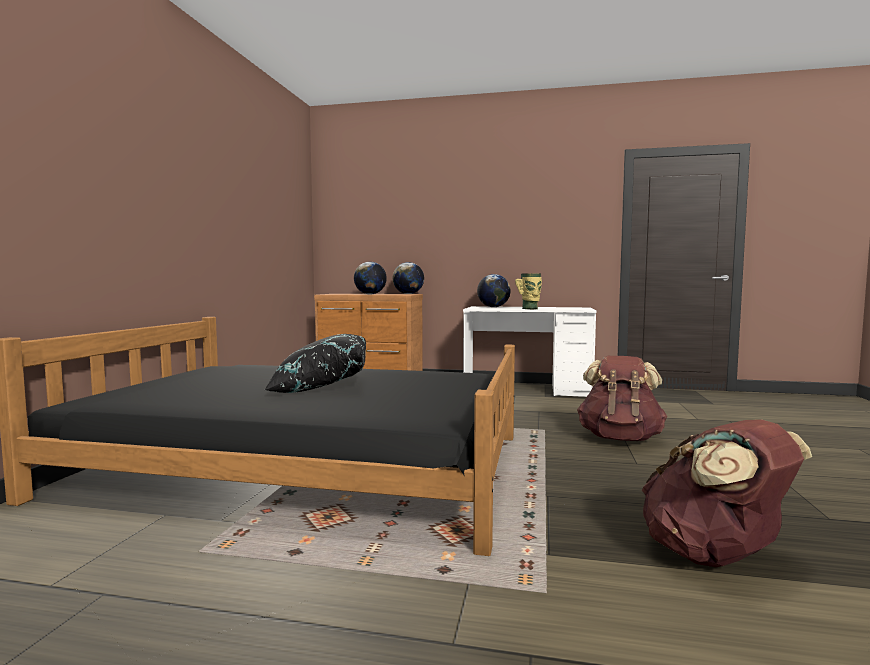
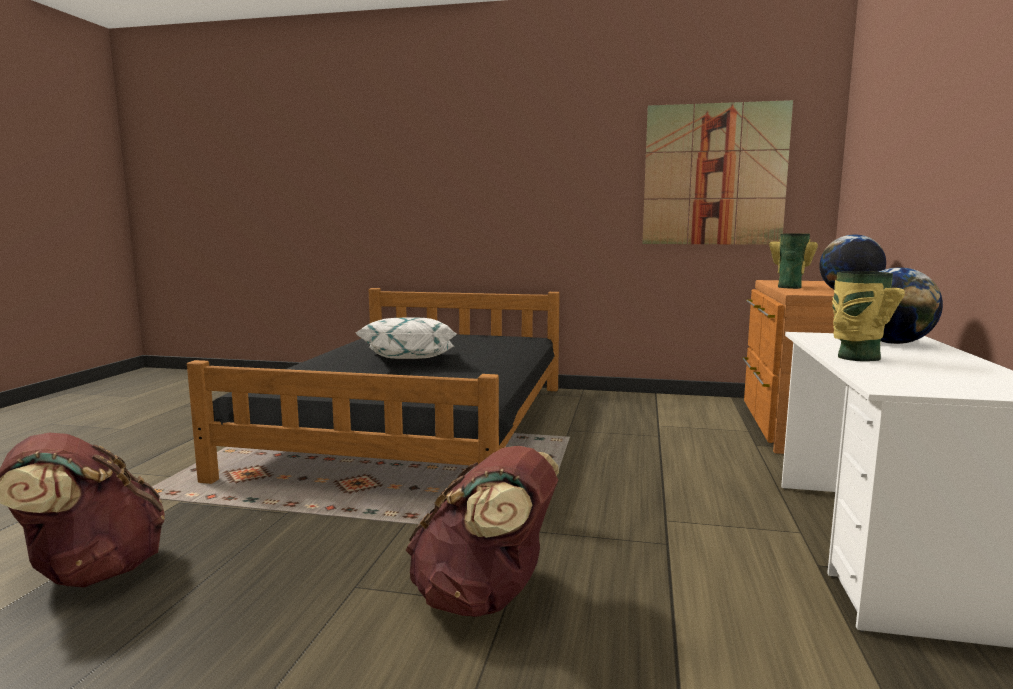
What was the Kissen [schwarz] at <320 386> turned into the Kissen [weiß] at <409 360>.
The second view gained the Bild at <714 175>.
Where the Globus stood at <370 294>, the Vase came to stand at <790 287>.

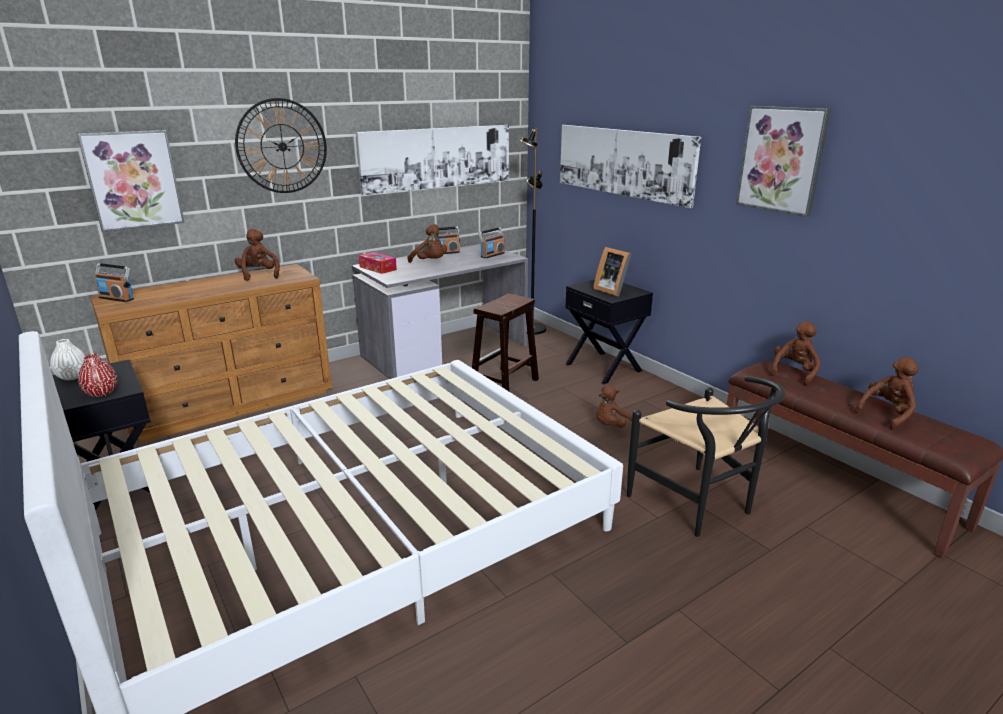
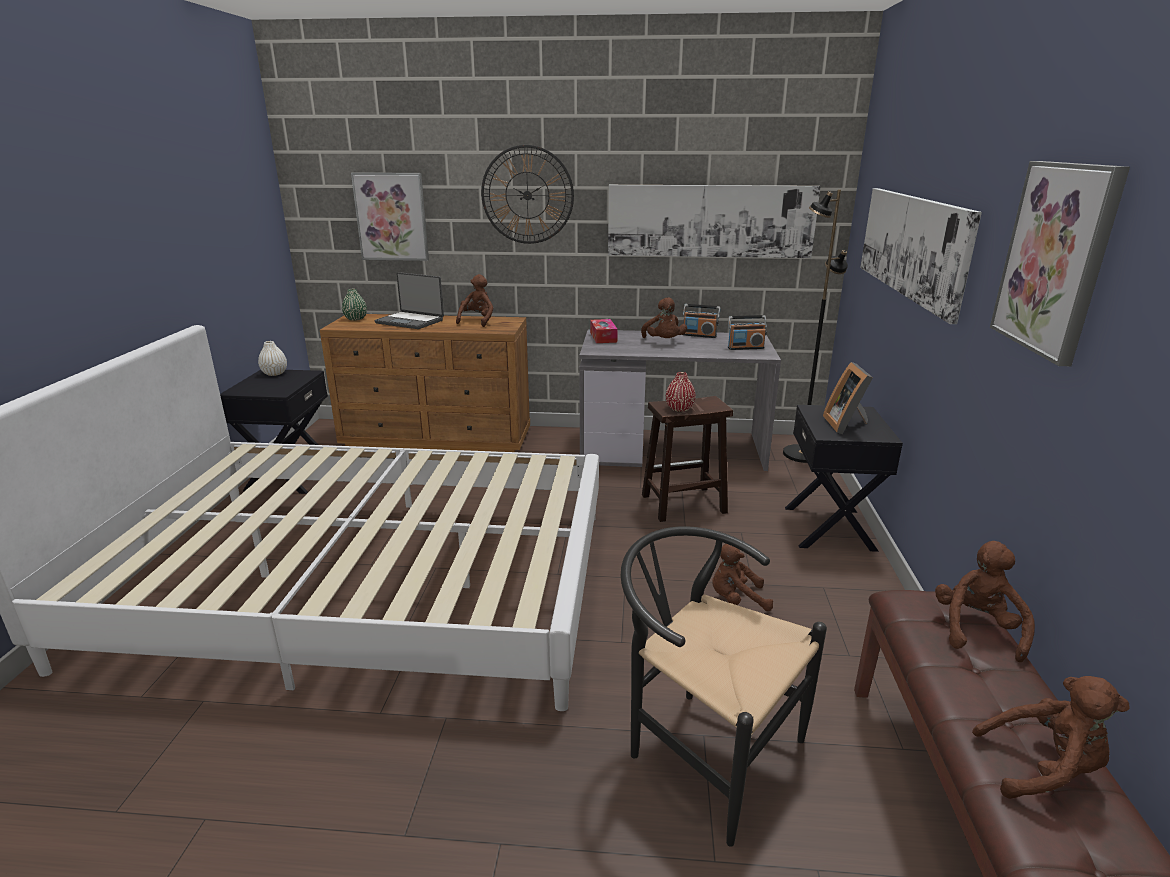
Where the Radio stood at <117 298>, the Vase [grün] came to stand at <355 319>.
The second view gained the Laptop at <410 321>.
The Stuhl [schwarz] at <698 506> ended up facing another way, 120 degrees clockwise from before.
The Vase [rot] ended up elsewhere, having gone from <101 393> to <679 408>.
The Plüschtier [braun] at <793 373> ended up facing another way, 60 degrees counterclockwise from before.

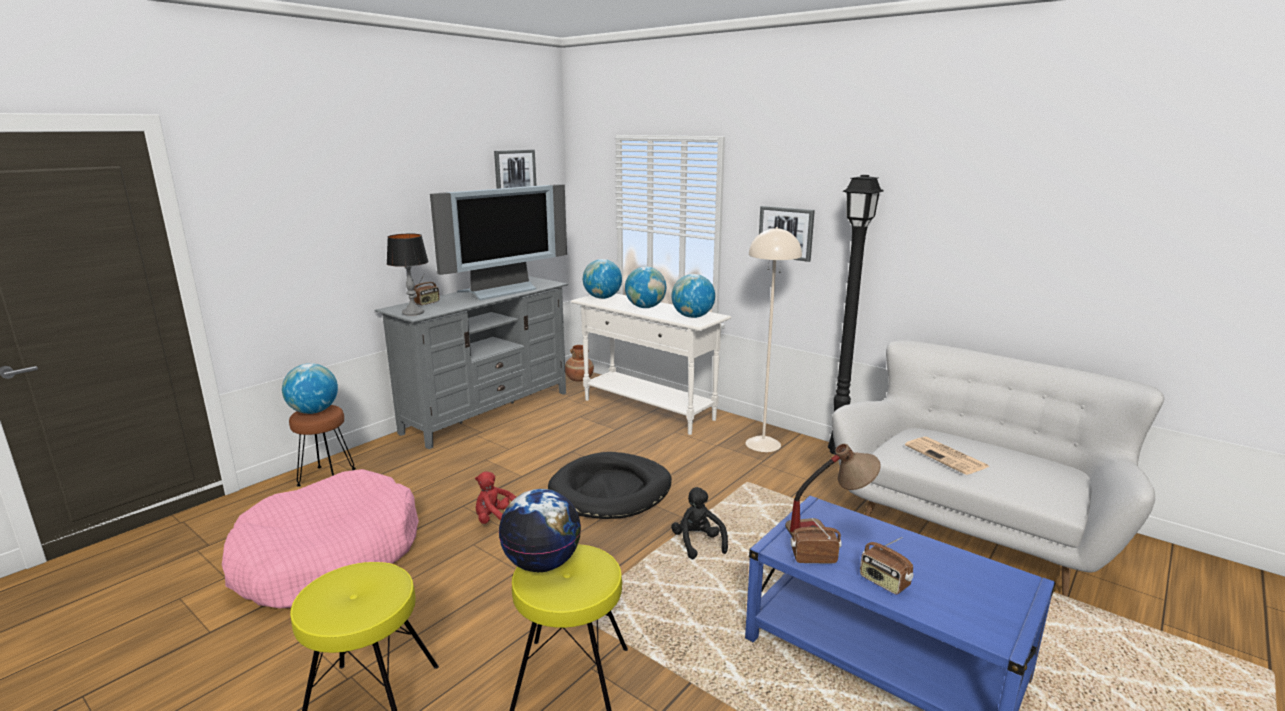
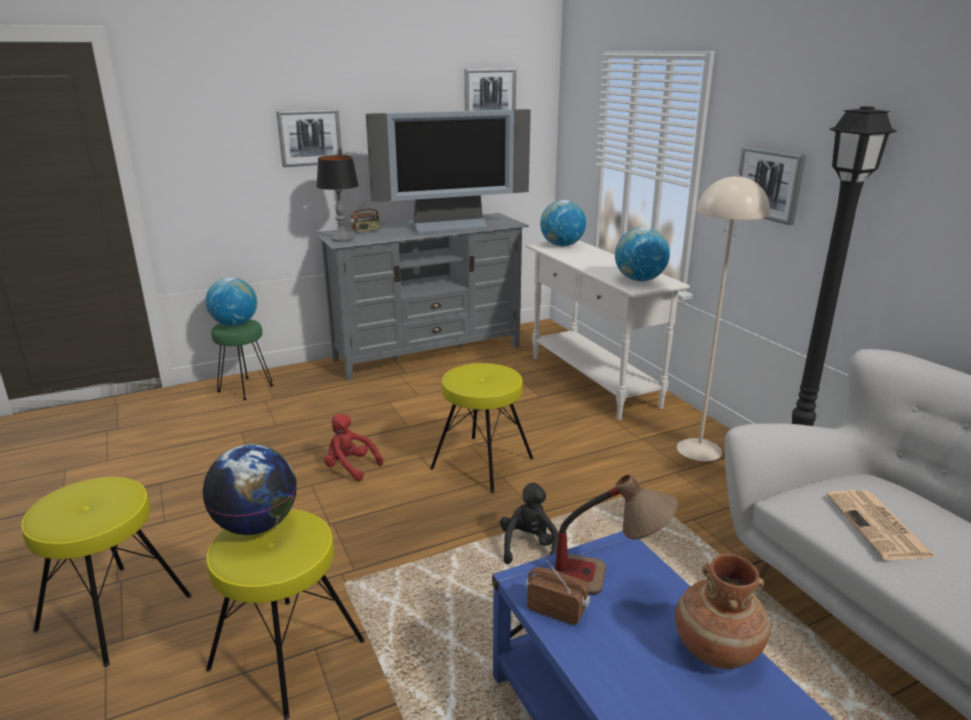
What was the Hocker [braun] at <326 477> turned into the Hocker [grün] at <245 388>.
The second view gained the Bild at <310 137>.
Where the Hundebett [schwarz] stood at <611 490>, the Hocker [gelb] came to stand at <483 463>.
The Vase [braun] ended up elsewhere, having gone from <579 379> to <716 648>.
The second view lost the Hundebett [rosa] at <328 557>.
The second view lost the Globus at <645 307>.
The second view lost the Radio at <883 582>.

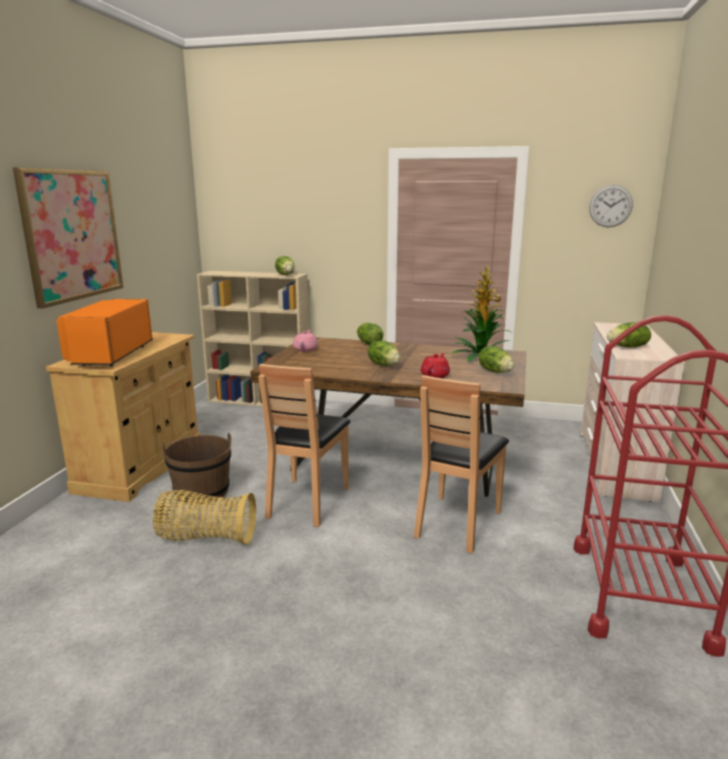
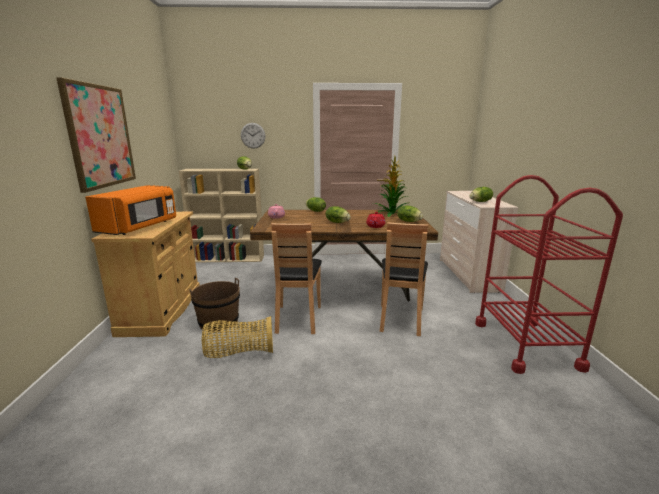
The Mikrowelle [orange] at <110 355> ended up facing another way, 150 degrees counterclockwise from before.
The Wanduhr ended up elsewhere, having gone from <610 206> to <253 135>.

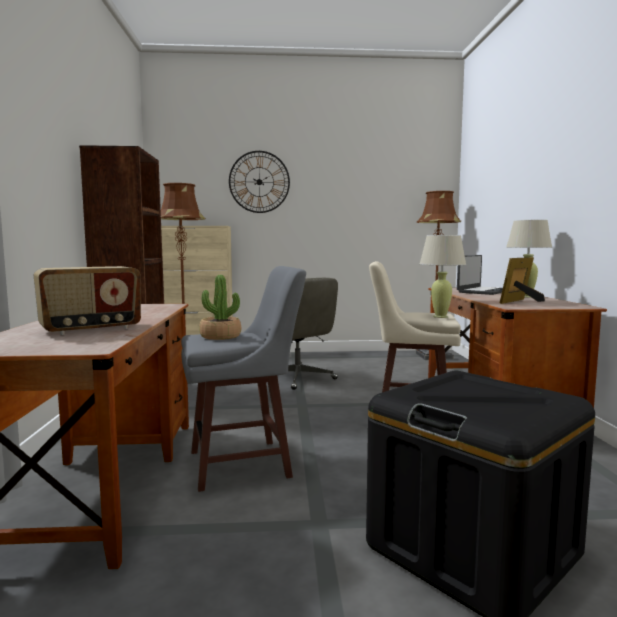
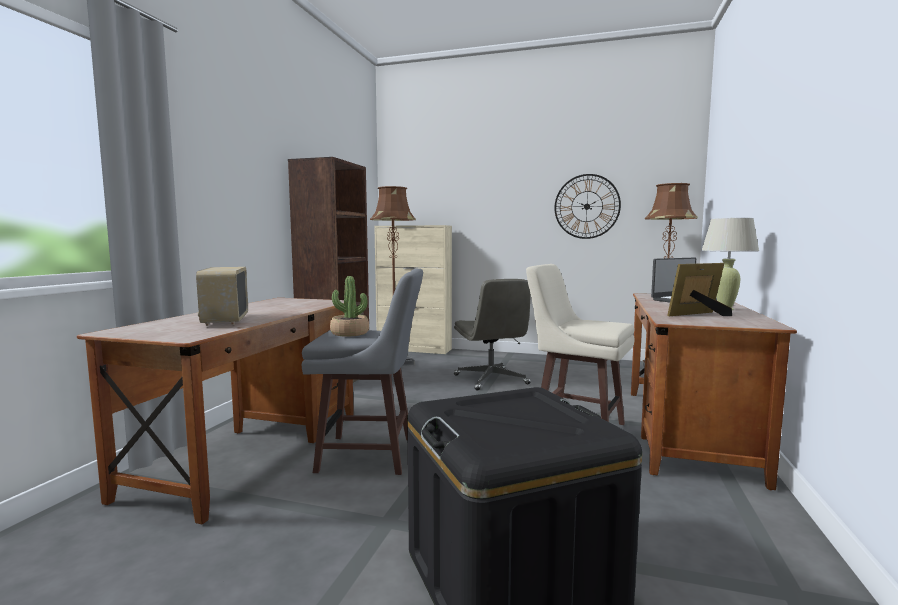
The Radio at <91 329> ended up facing another way, 90 degrees clockwise from before.
The Wanduhr ended up elsewhere, having gone from <259 182> to <587 206>.
The second view lost the Tischlampe [beige] at <440 316>.

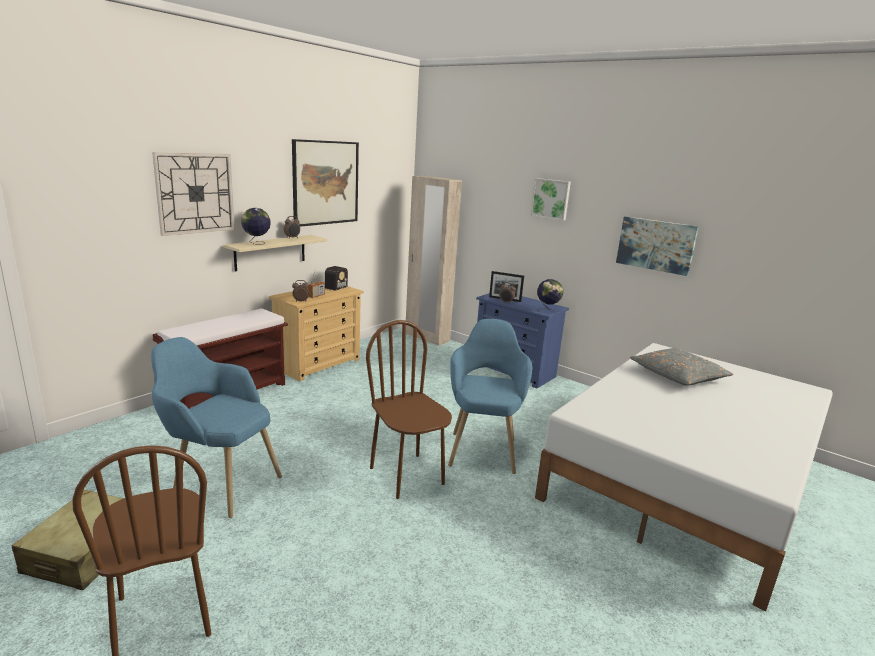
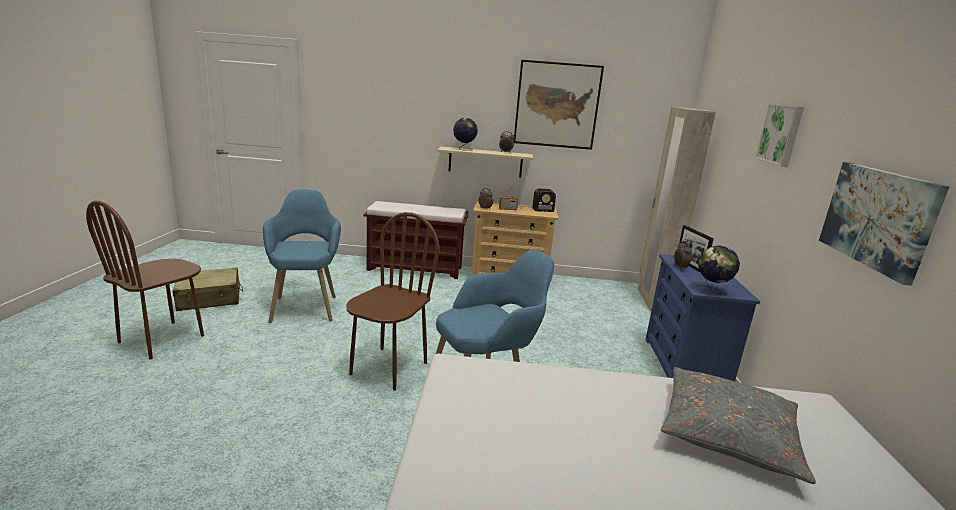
The second view lost the Wanduhr at <195 193>.

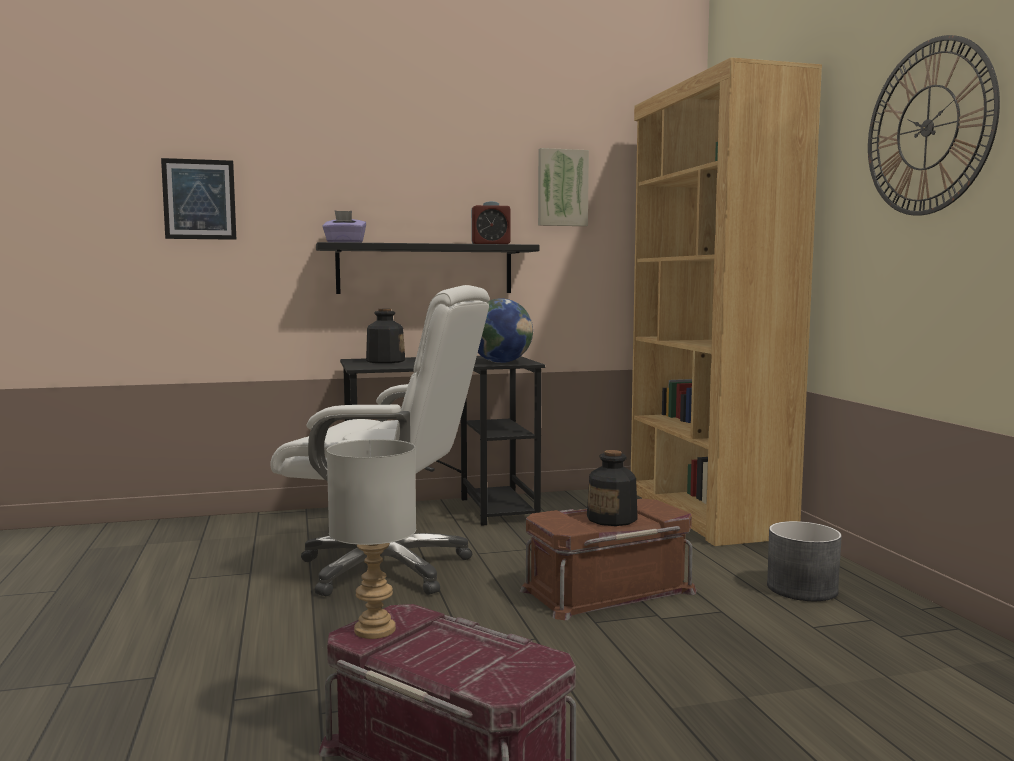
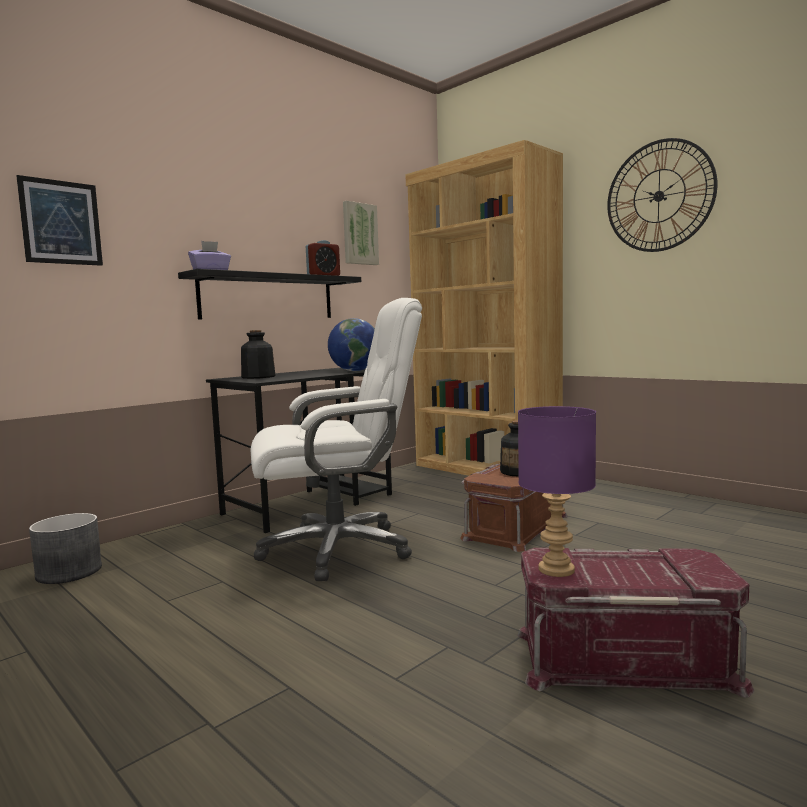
The Pflanzkübel [grau] ended up elsewhere, having gone from <802 589> to <69 572>.
What was the Tischlampe [grau] at <376 630> turned into the Tischlampe [lila] at <557 569>.

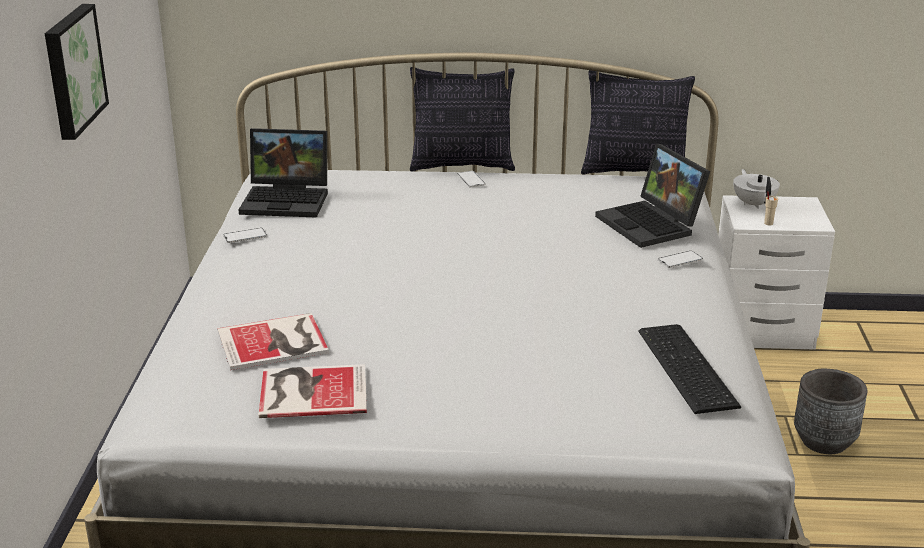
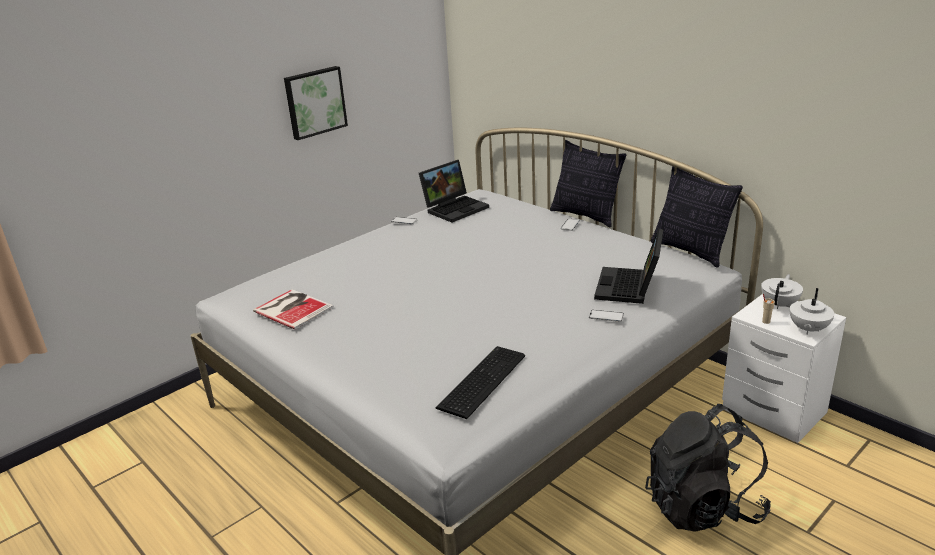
The Laptop at <288 200> ended up facing another way, 90 degrees counterclockwise from before.
Where the Pflanzkübel [grau] stood at <824 441>, the Rucksack [schwarz] came to stand at <703 507>.
The second view gained the Teekanne [weiß] at <808 329>.
The second view lost the Buch at <275 342>.

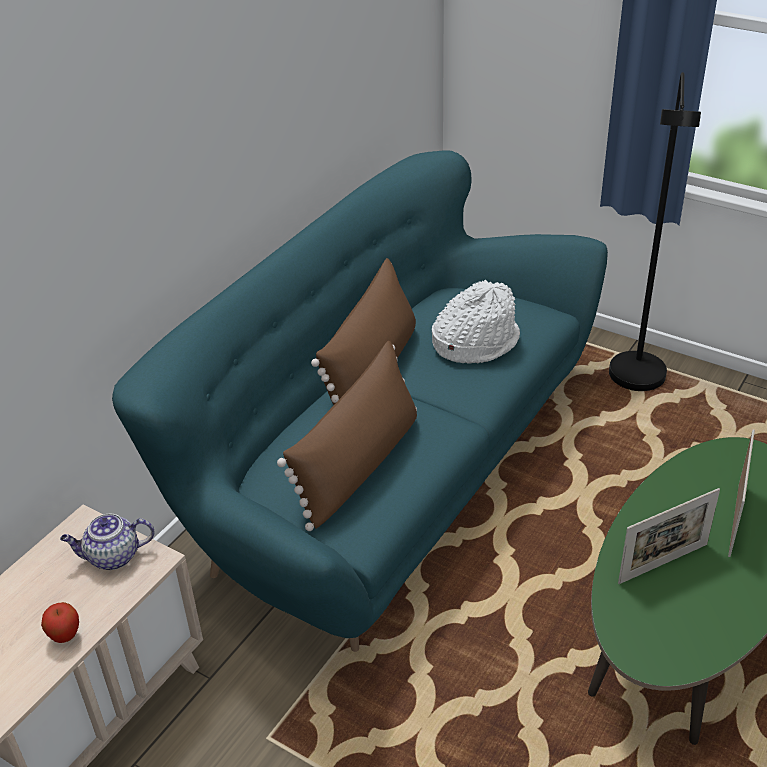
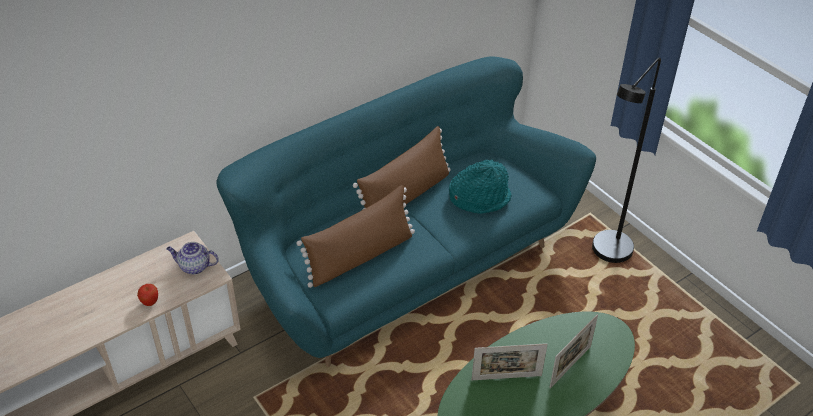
What was the Hut [weiß] at <475 343> turned into the Hut [türkis] at <480 198>.

